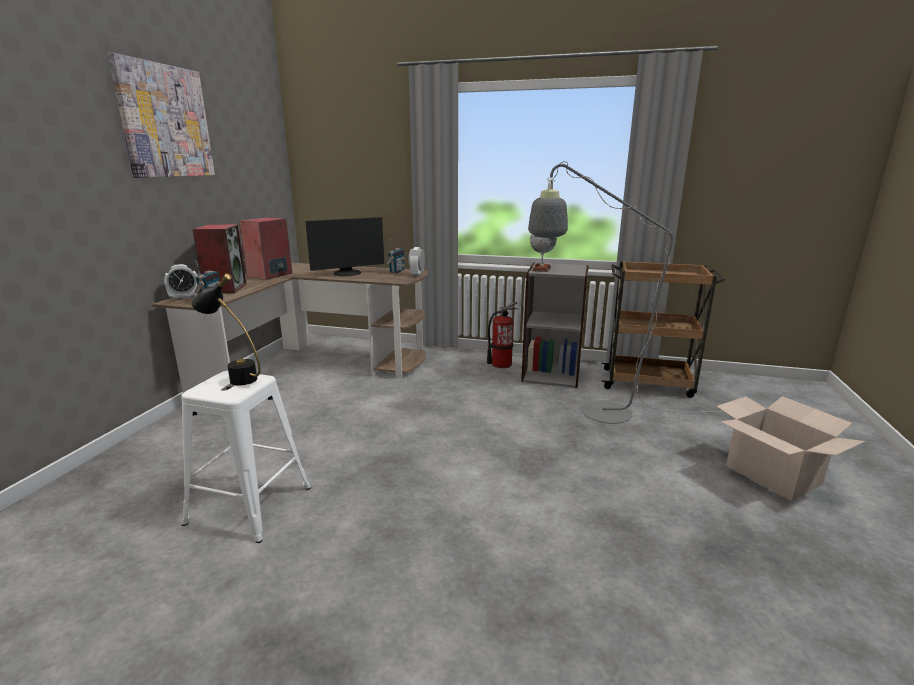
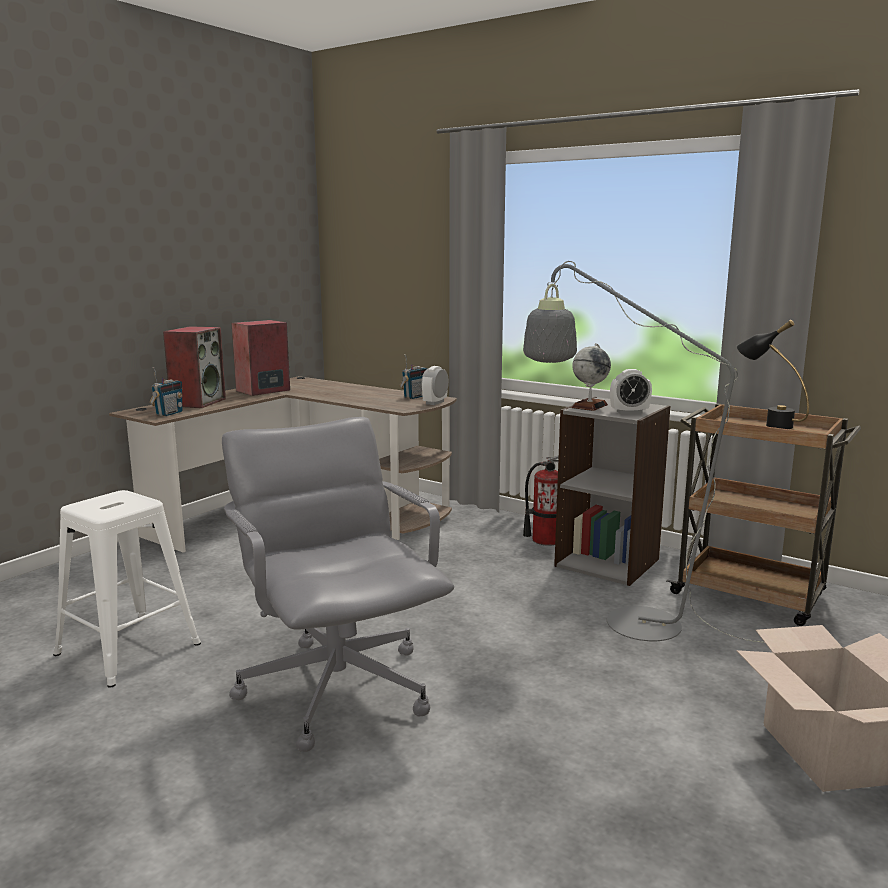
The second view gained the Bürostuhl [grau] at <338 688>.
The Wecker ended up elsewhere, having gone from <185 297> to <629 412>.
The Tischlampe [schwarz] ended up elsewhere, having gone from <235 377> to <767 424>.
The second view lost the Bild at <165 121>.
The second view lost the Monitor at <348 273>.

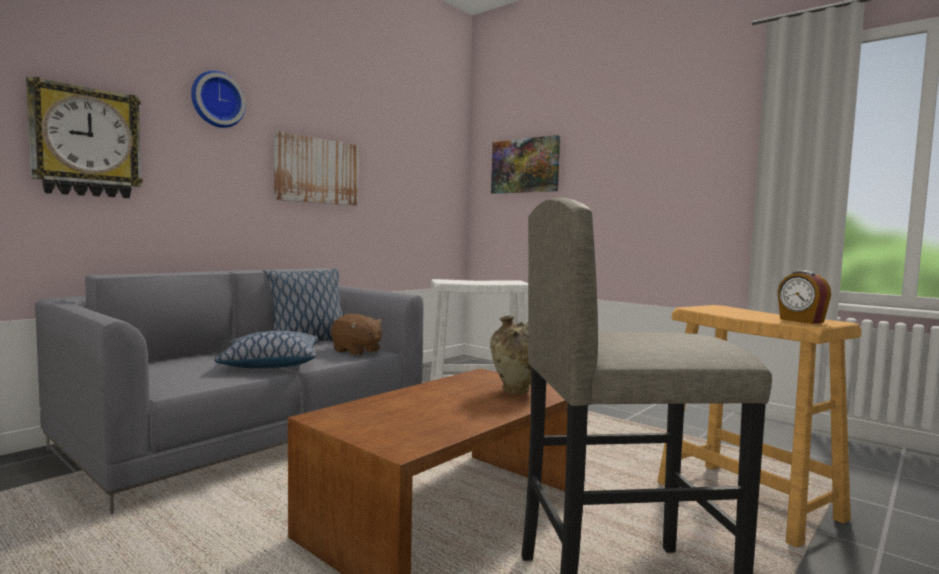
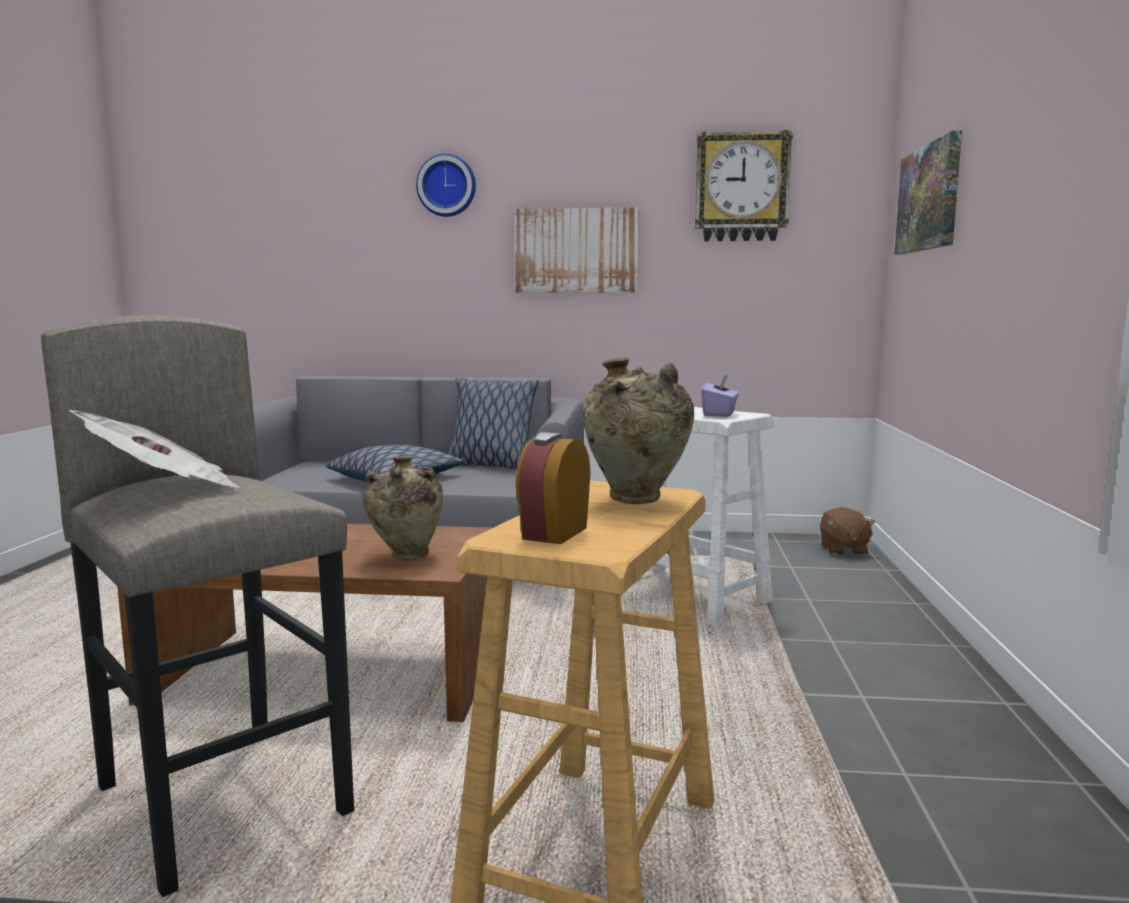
The second view gained the Zeitung at <165 490>.
The second view gained the Vase [beige] at <636 501>.
The Wanduhr ended up elsewhere, having gone from <86 142> to <741 187>.
The second view gained the Taschentuchbox [lila] at <719 414>.
The Plüschtier [braun] ended up elsewhere, having gone from <356 351> to <843 550>.

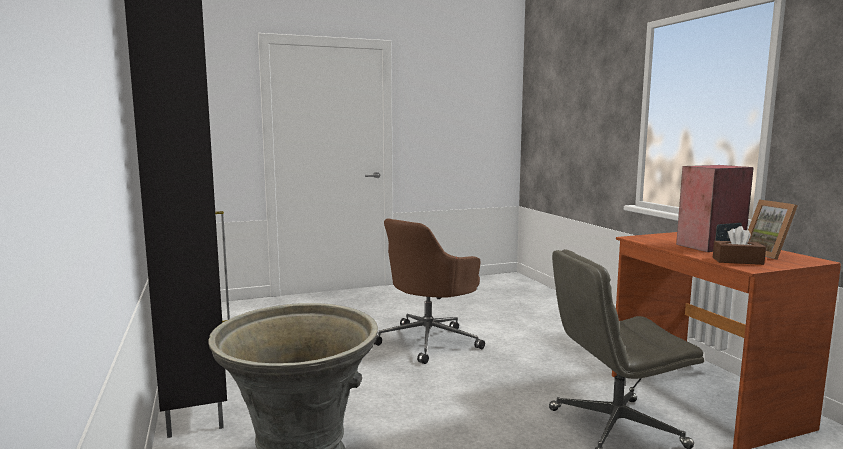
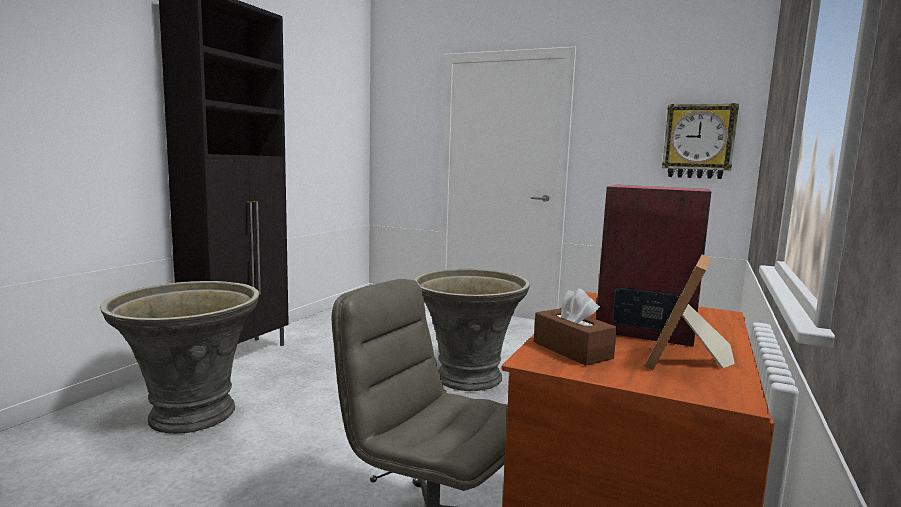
Where the Bürostuhl [braun] stood at <429 341>, the Pflanzkübel [grau] came to stand at <467 378>.
The second view gained the Wanduhr at <698 141>.

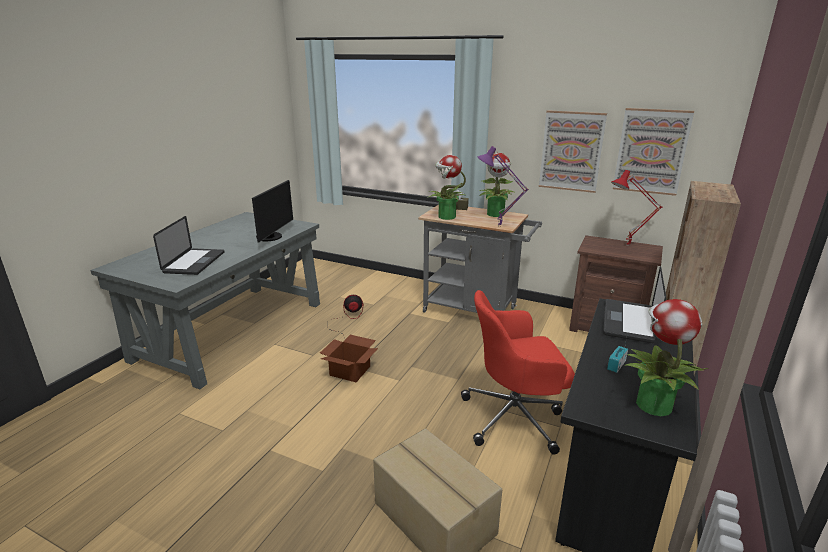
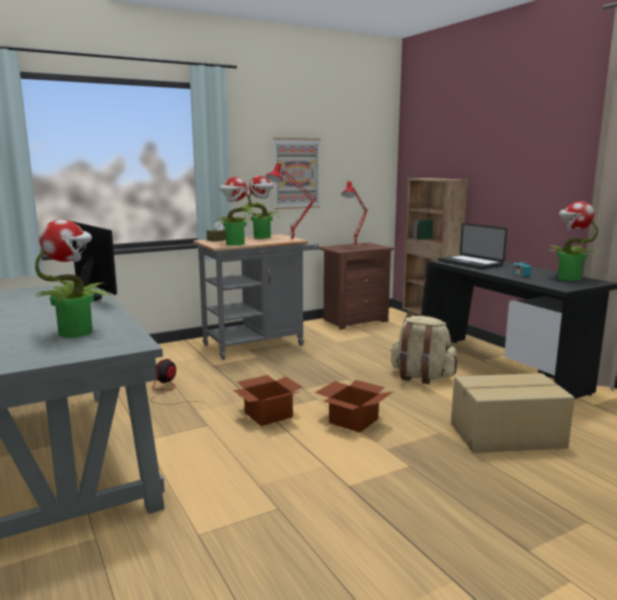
Where the Laptop stood at <194 262>, the Topfpflanze came to stand at <76 332>.
What was the Tischlampe [lila] at <498 227> turned into the Tischlampe [rot] at <292 241>.
The second view gained the Karton at <353 420>.
Where the Bürostuhl [rot] stood at <515 417>, the Rucksack [beige] came to stand at <421 377>.
The second view lost the Bild at <651 151>.

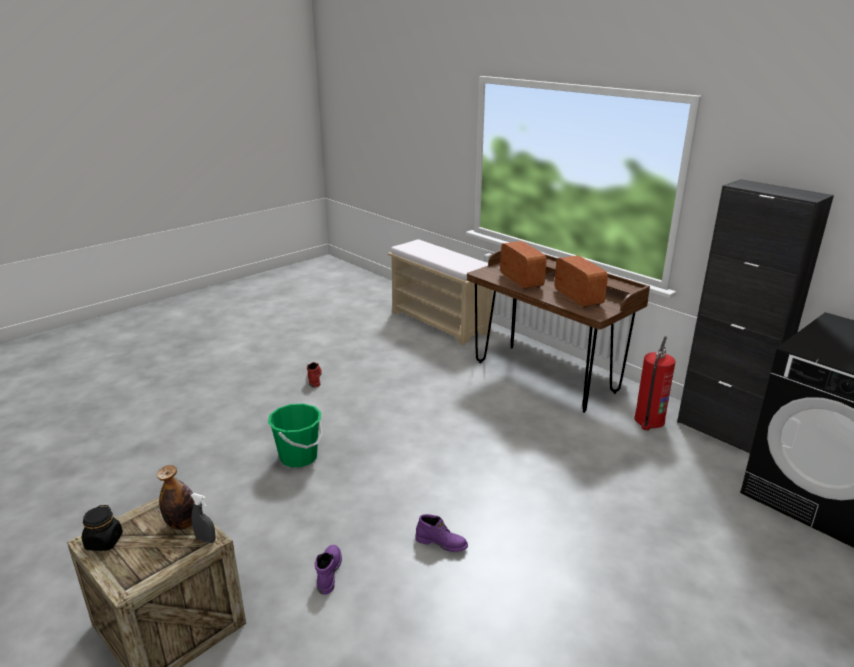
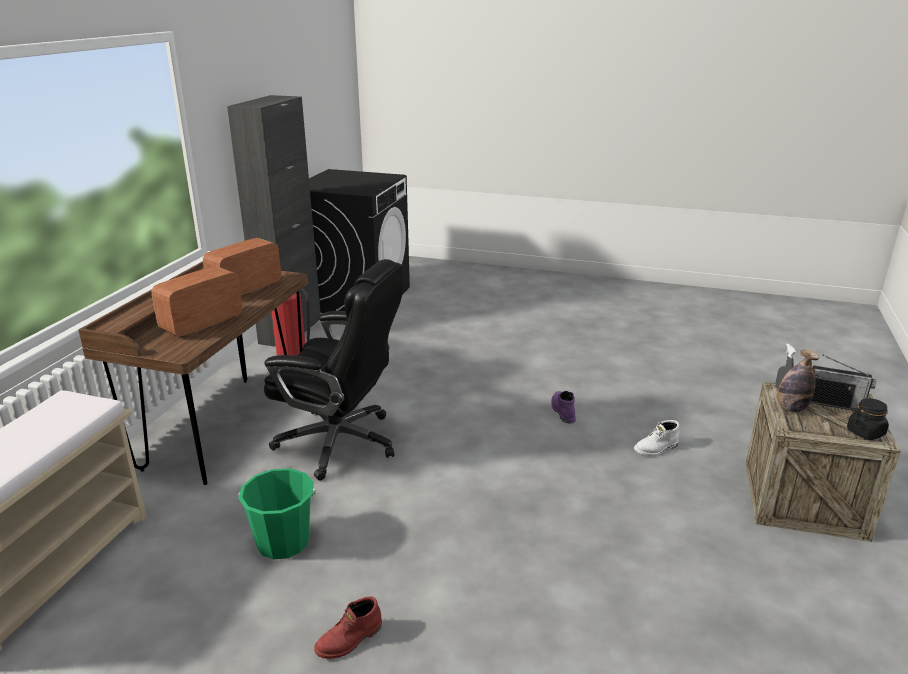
The Eimer [grün] ended up elsewhere, having gone from <299 457> to <283 542>.
The second view gained the Bürostuhl [schwarz] at <340 442>.
What was the Stiefel [lila] at <328 572> turned into the Stiefel [weiß] at <656 449>.
The second view gained the Radio at <833 404>.

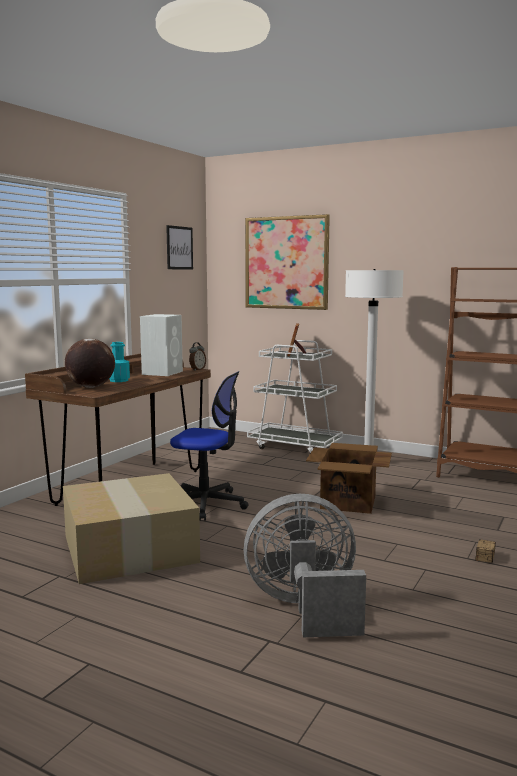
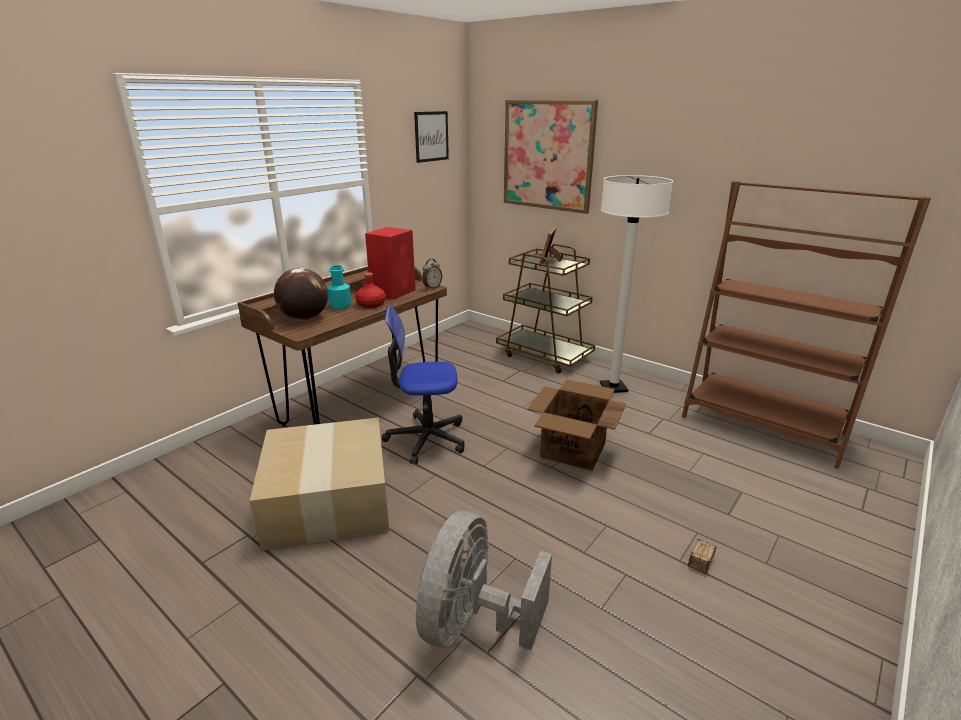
The second view gained the Flasche [rot] at <370 304>.
What was the Lautsprecher [weiß] at <163 372> turned into the Lautsprecher [rot] at <394 291>.
The Bürostuhl at <206 504> ended up facing another way, 150 degrees clockwise from before.
The Ventilator [grau] at <305 608> ended up facing another way, 75 degrees counterclockwise from before.
What was the Rollwagen [weiß] at <295 446> turned into the Rollwagen [braun] at <544 356>.

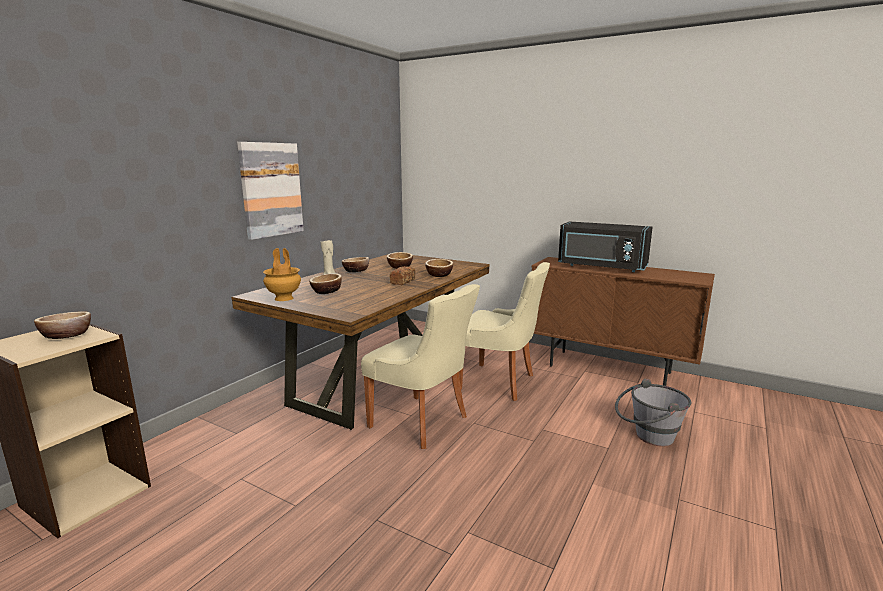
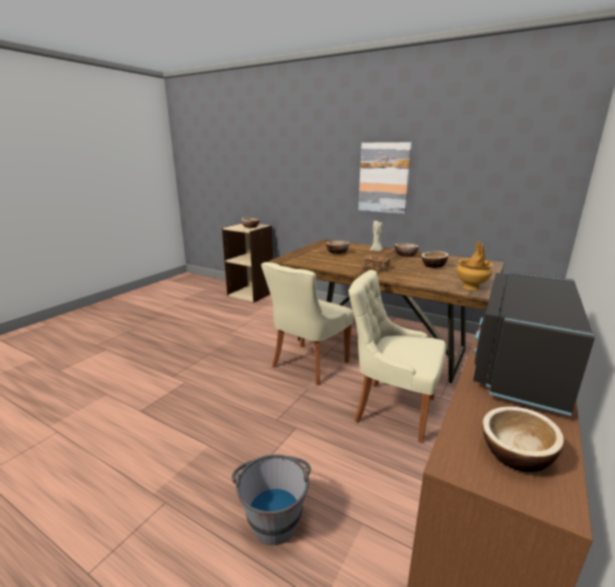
The Stuhl [beige] at <499 382> ended up facing another way, 90 degrees clockwise from before.
The Vase [braun] ended up elsewhere, having gone from <284 298> to <471 287>.
The Schüssel ended up elsewhere, having gone from <439 275> to <516 454>.

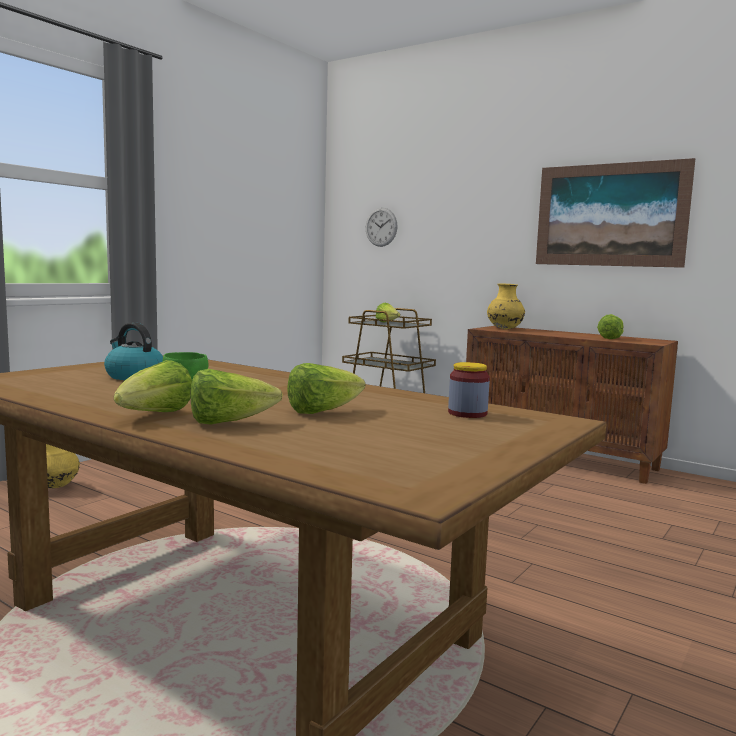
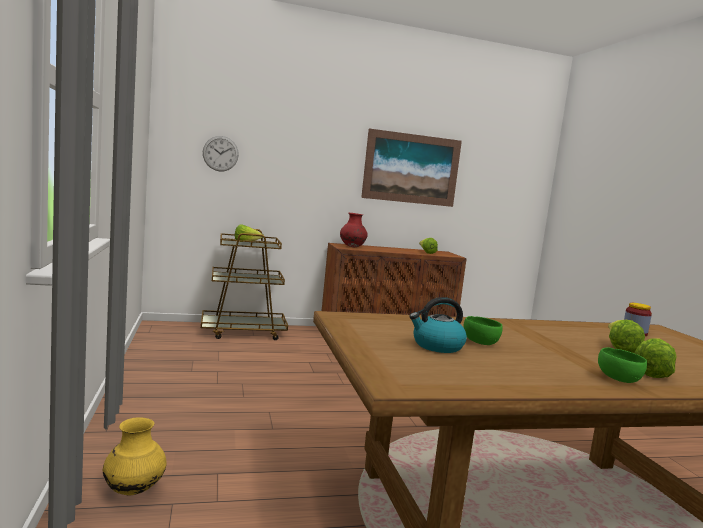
What was the Vase [gelb] at <504 329> turned into the Vase [rot] at <352 247>.
Where the Salatkopf stood at <155 415>, the Schüssel [grün] came to stand at <618 379>.

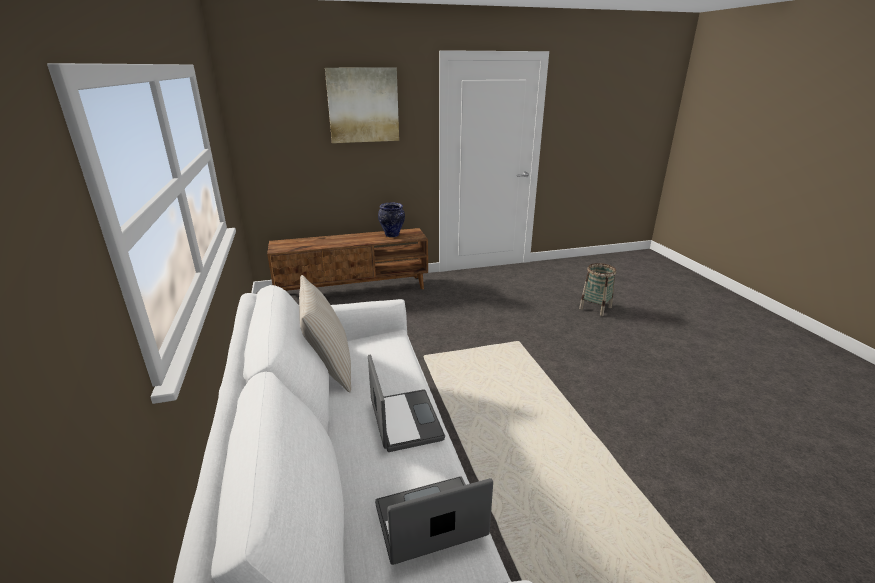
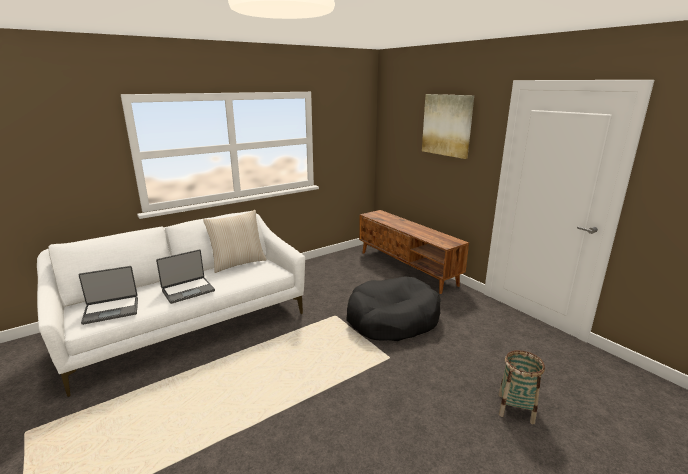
The Laptop at <430 523> ended up facing another way, 105 degrees clockwise from before.
The second view gained the Hundebett [schwarz] at <392 319>.
The second view lost the Vase at <392 235>.

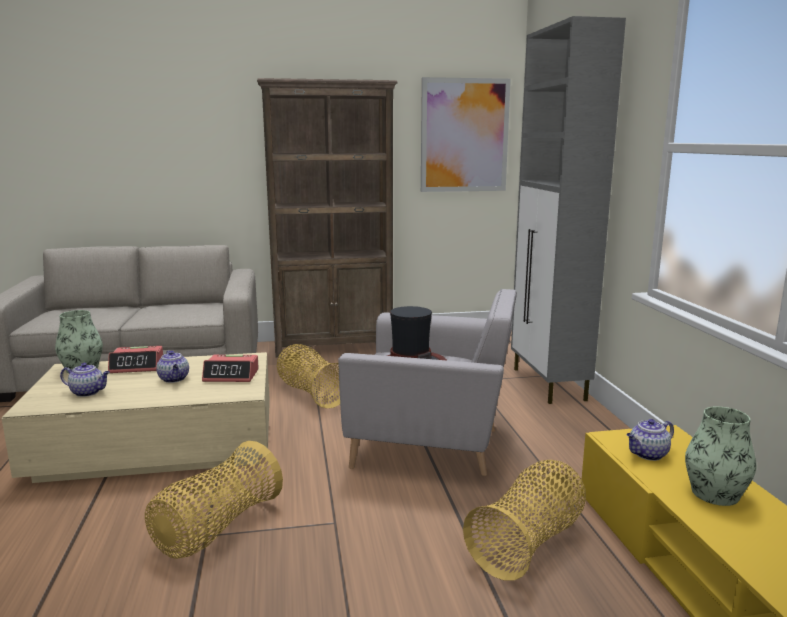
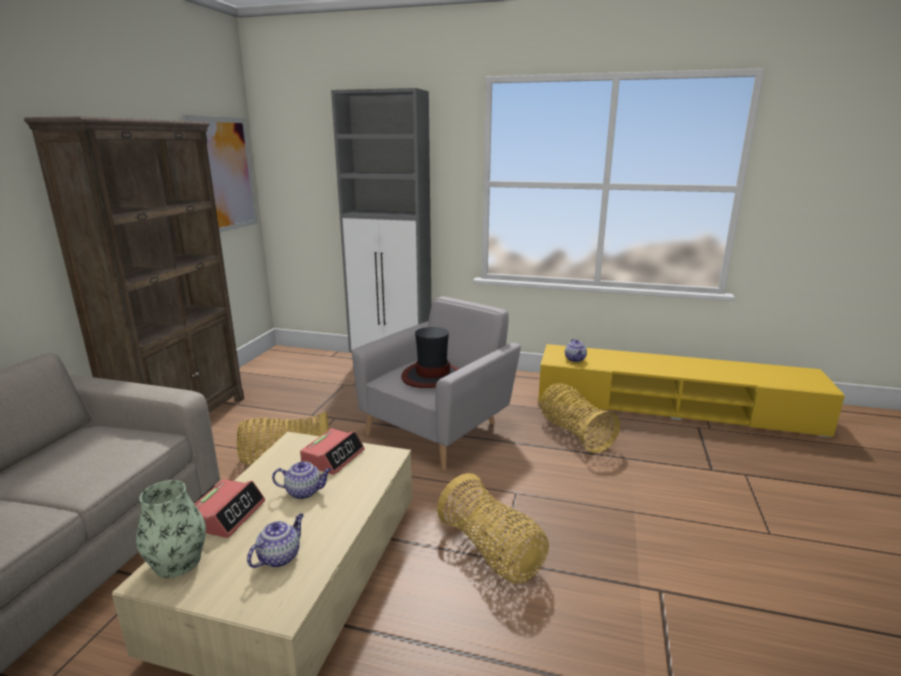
The second view lost the Vase at <714 493>.

